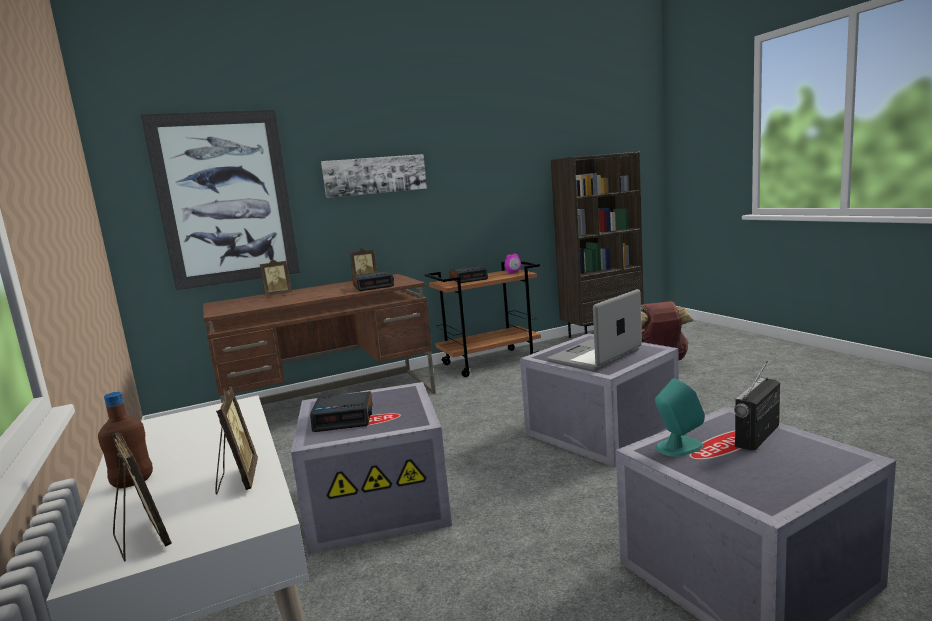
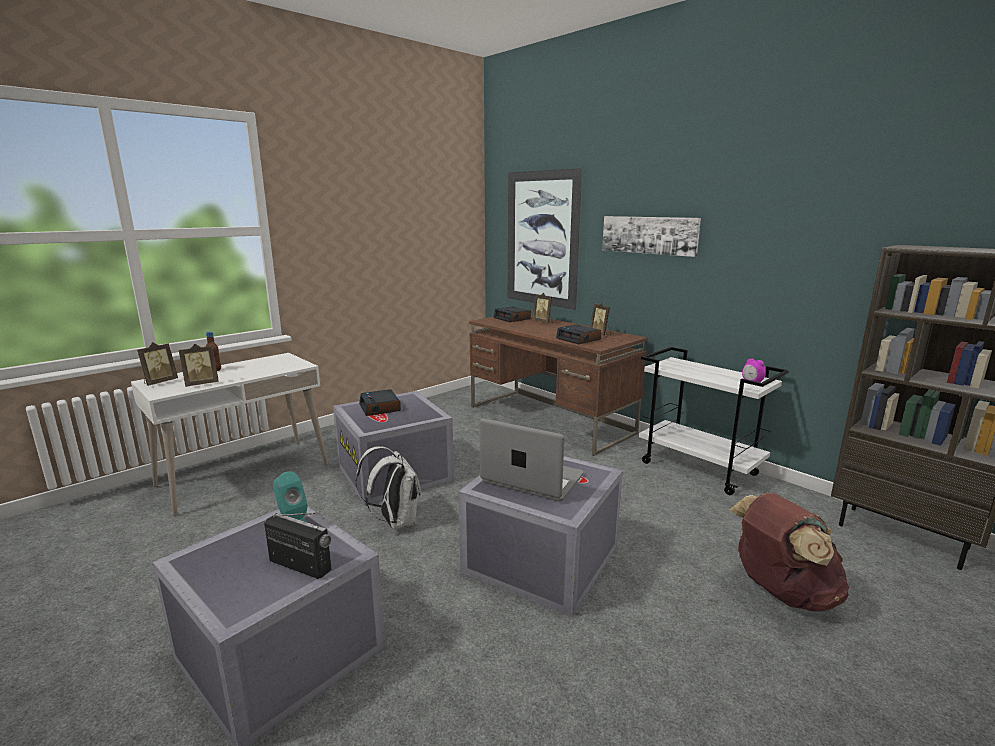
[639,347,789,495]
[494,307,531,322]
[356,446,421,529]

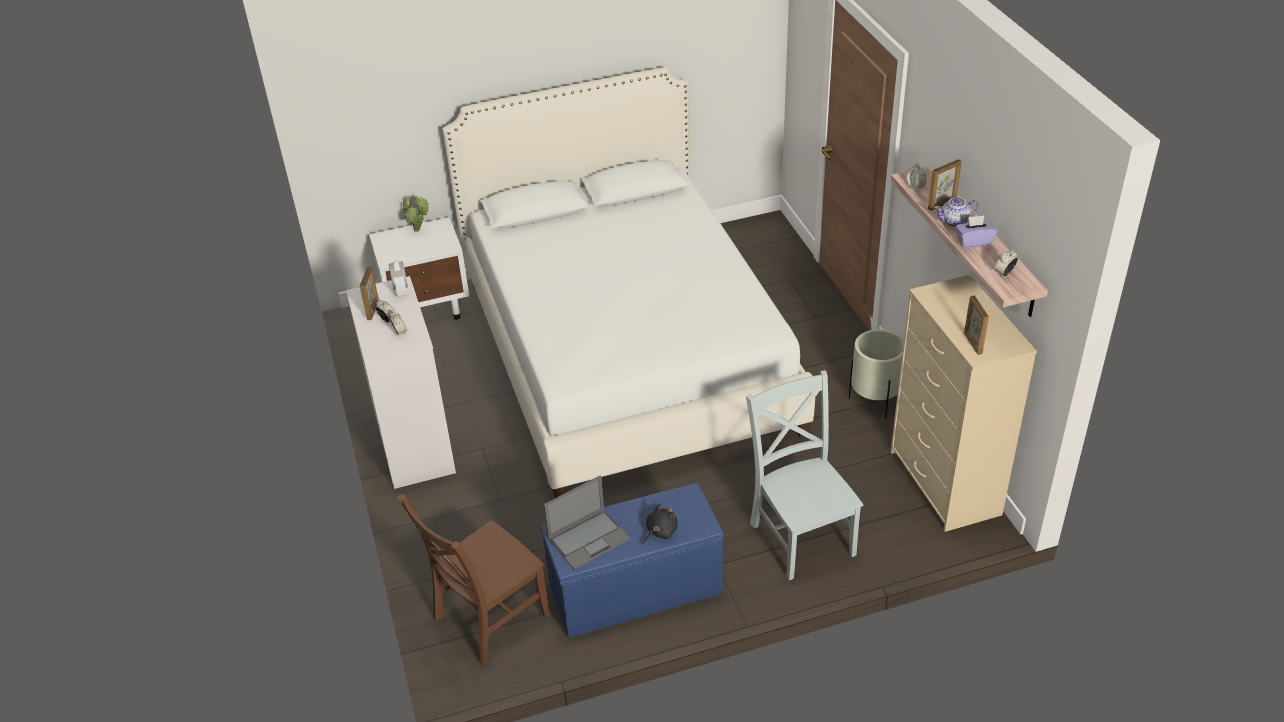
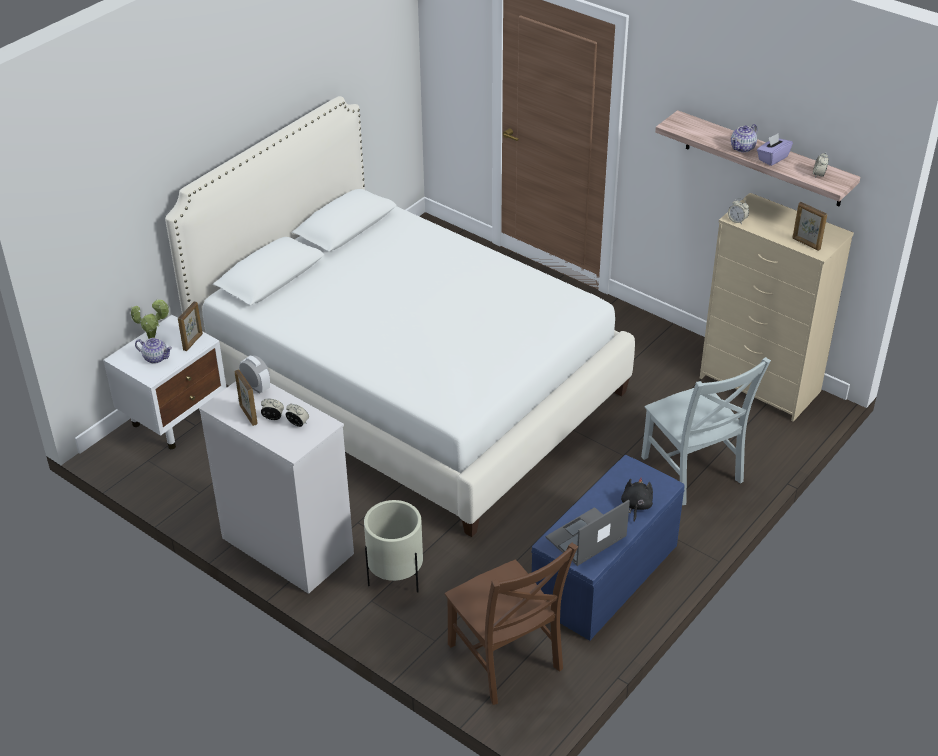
[445,543,578,705]
[546,500,630,566]
[641,357,771,505]
[364,500,423,593]
[728,198,749,224]
[178,301,203,351]
[135,338,172,364]

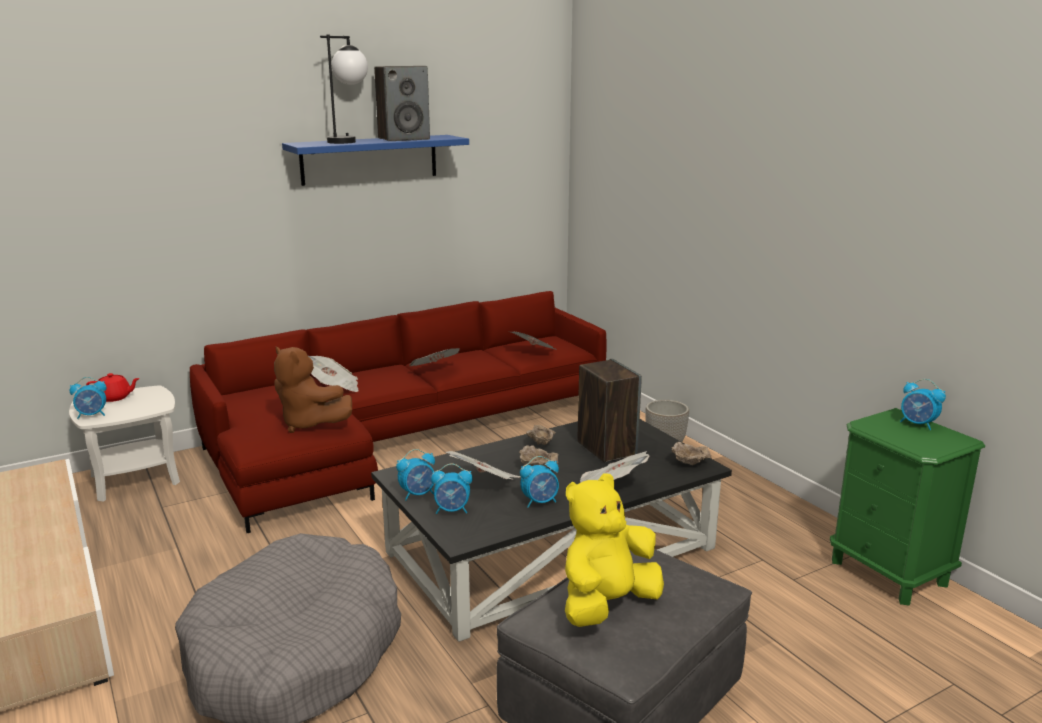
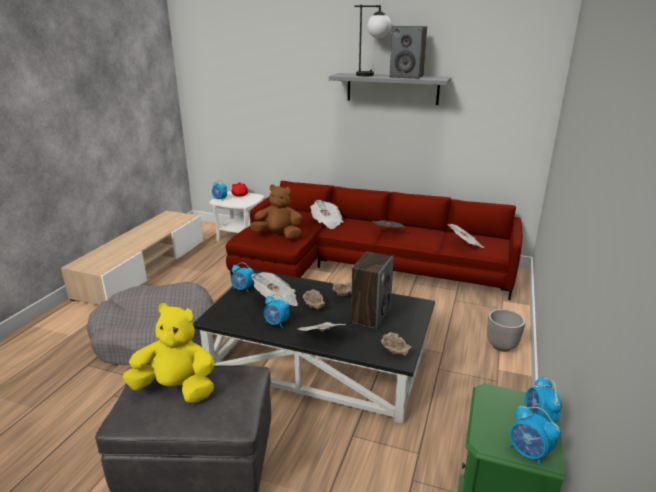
[250,184,302,239]
[329,73,451,105]
[509,405,561,467]

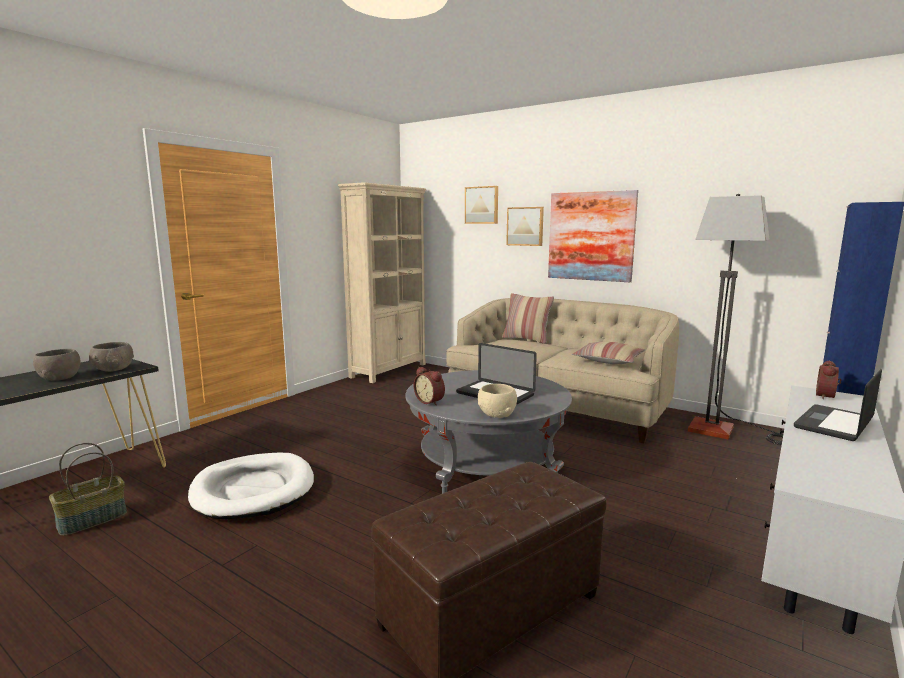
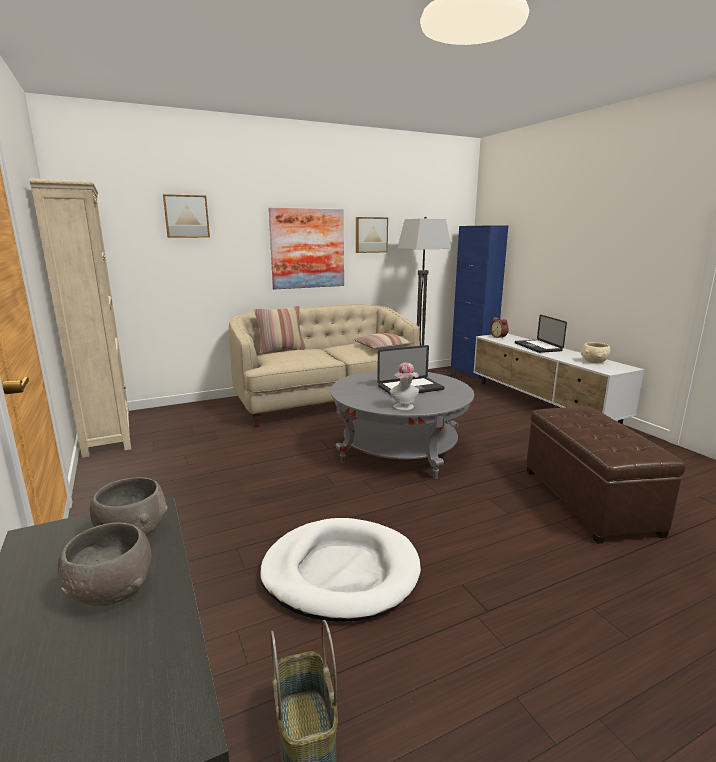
[390,363,419,411]
[581,342,611,363]
[356,217,388,253]

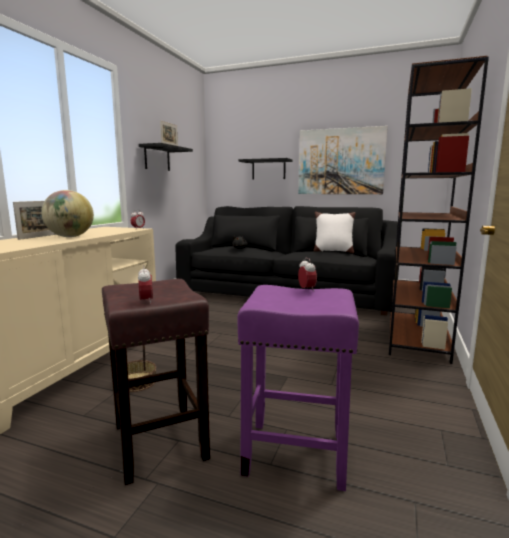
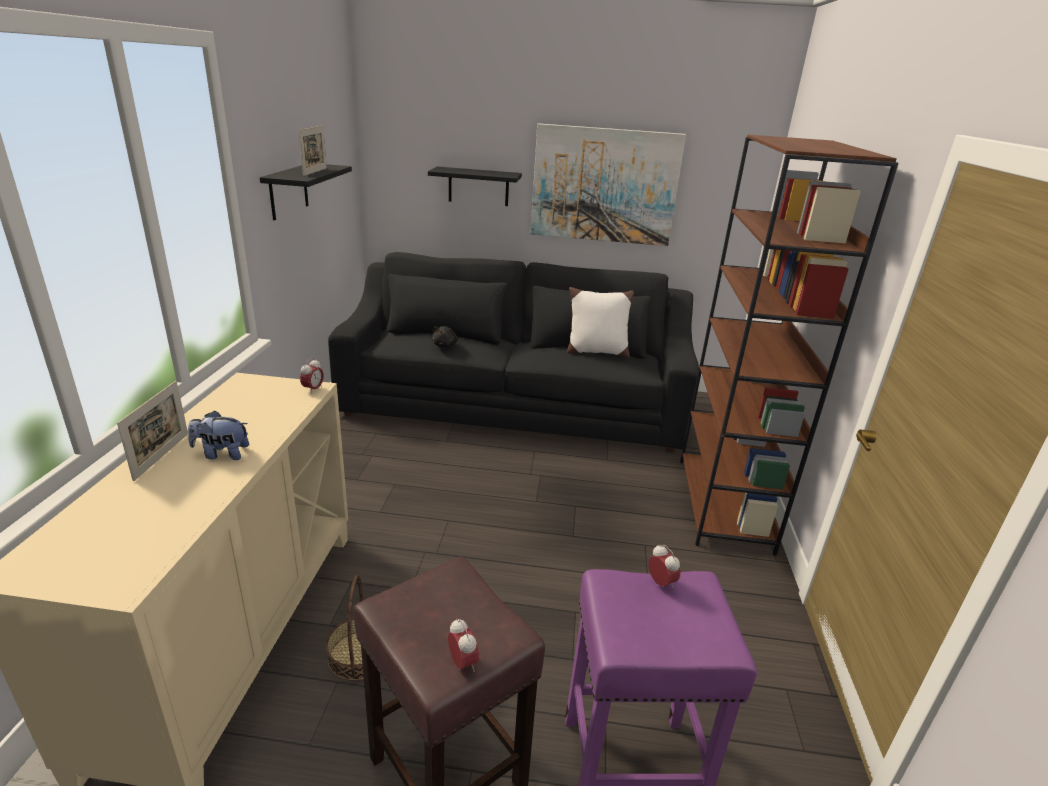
[188,411,249,460]

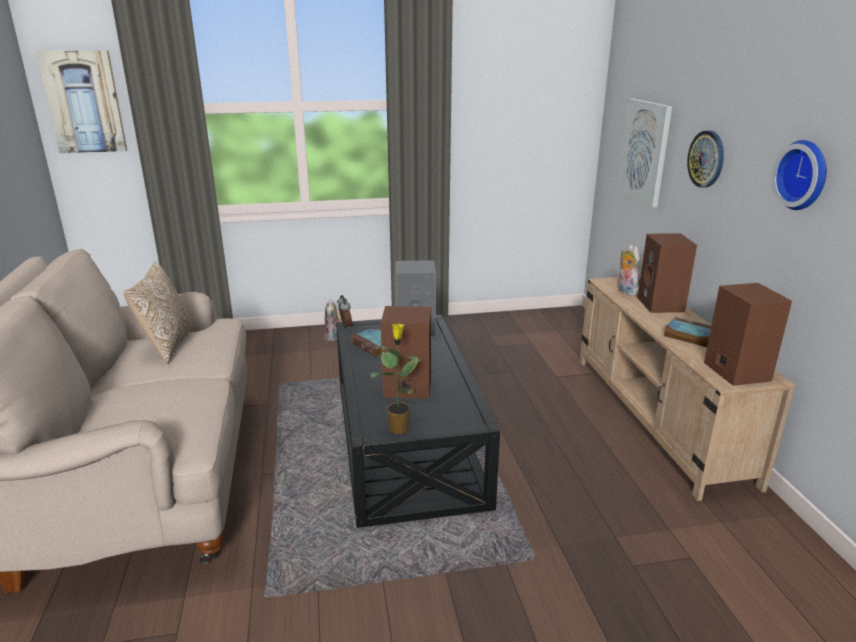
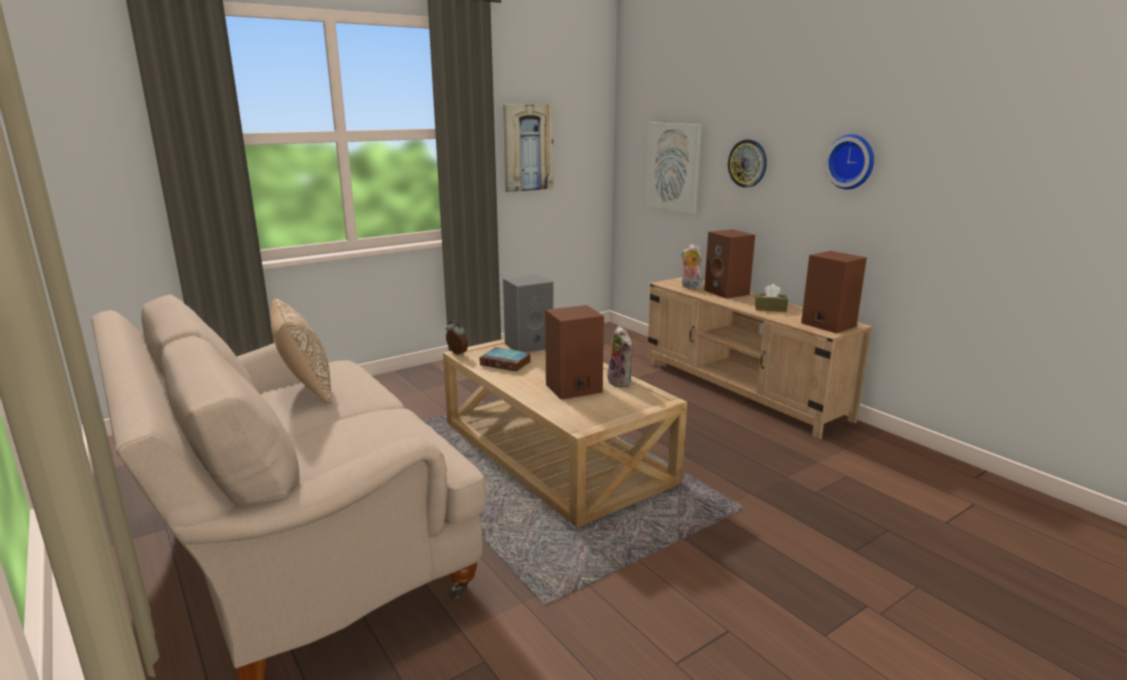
[503,104,554,192]
[607,326,634,388]
[443,339,687,528]
[371,323,422,434] (first image)
[755,284,788,312]

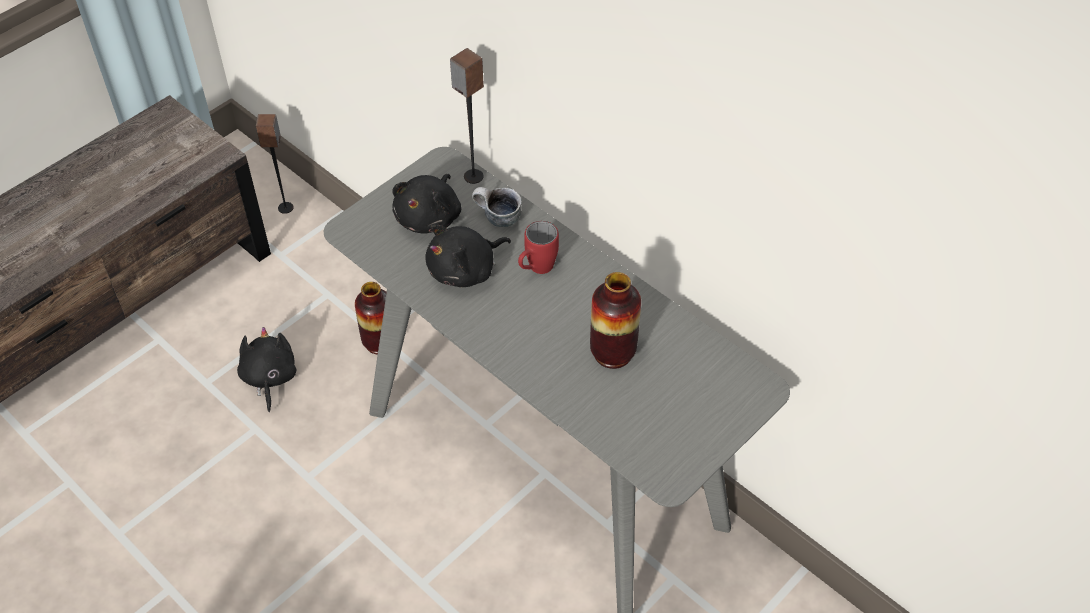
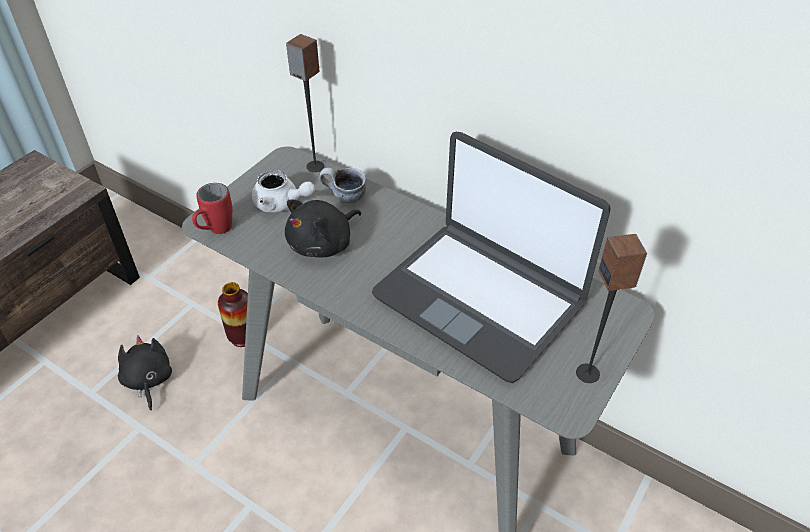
[576,234,647,383]
[252,170,315,212]
[192,183,232,234]
[372,132,611,383]

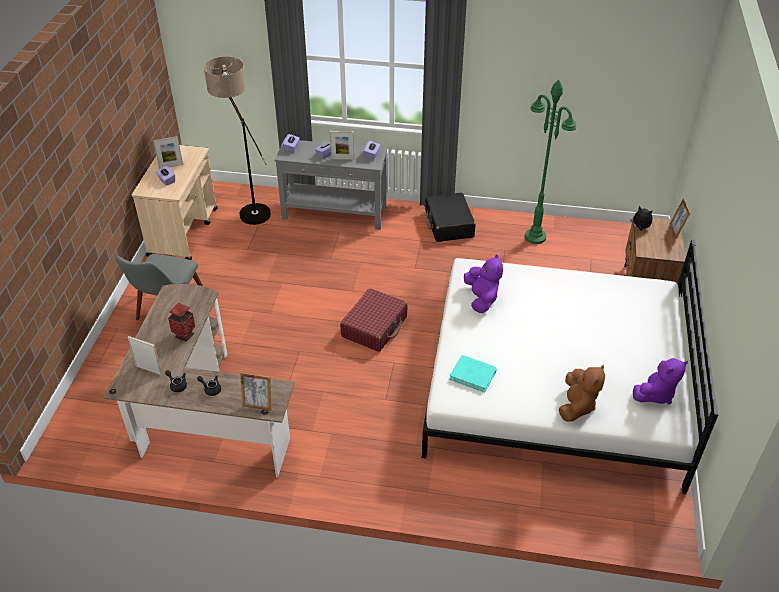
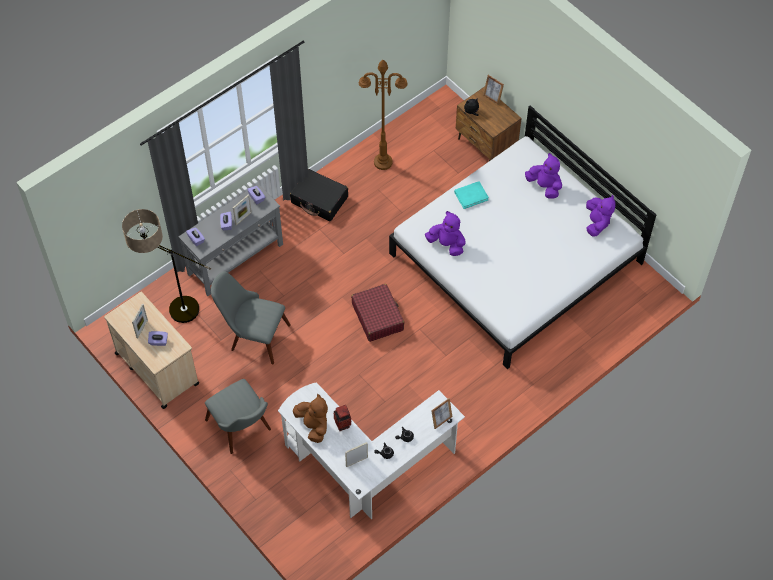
[278,382,465,520]
[454,181,489,209]
[359,60,407,170]
[293,394,328,443]
[211,271,291,364]
[525,153,562,199]

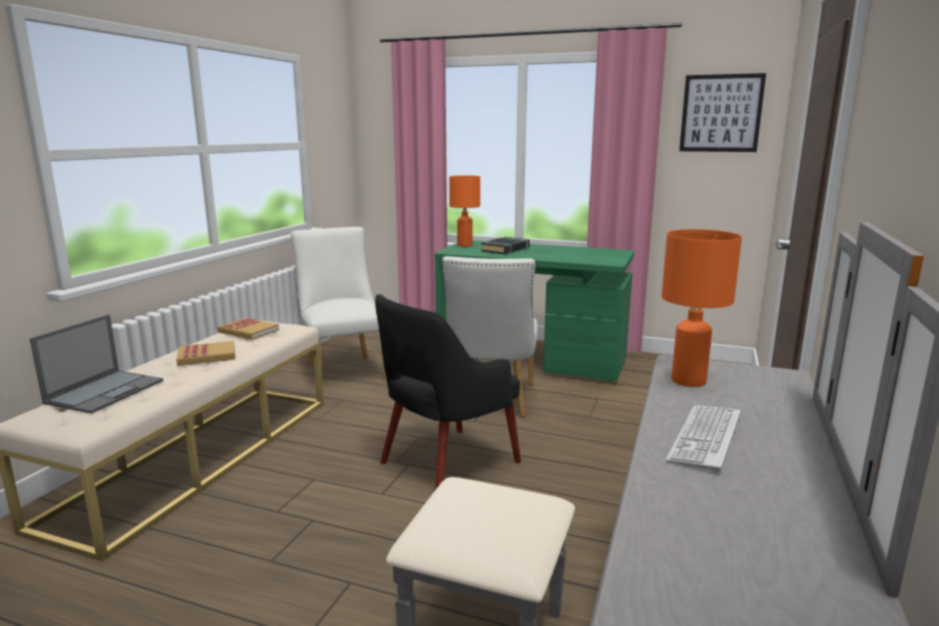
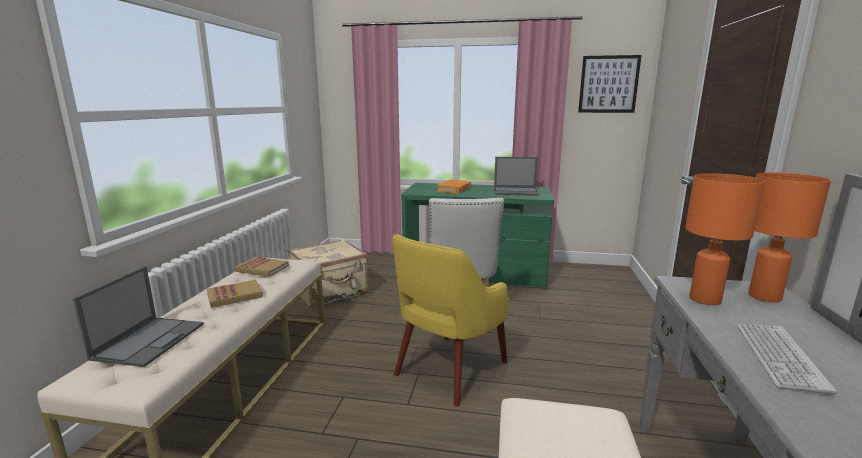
[287,239,368,308]
[392,234,509,406]
[749,172,831,302]
[437,179,471,194]
[494,157,539,196]

